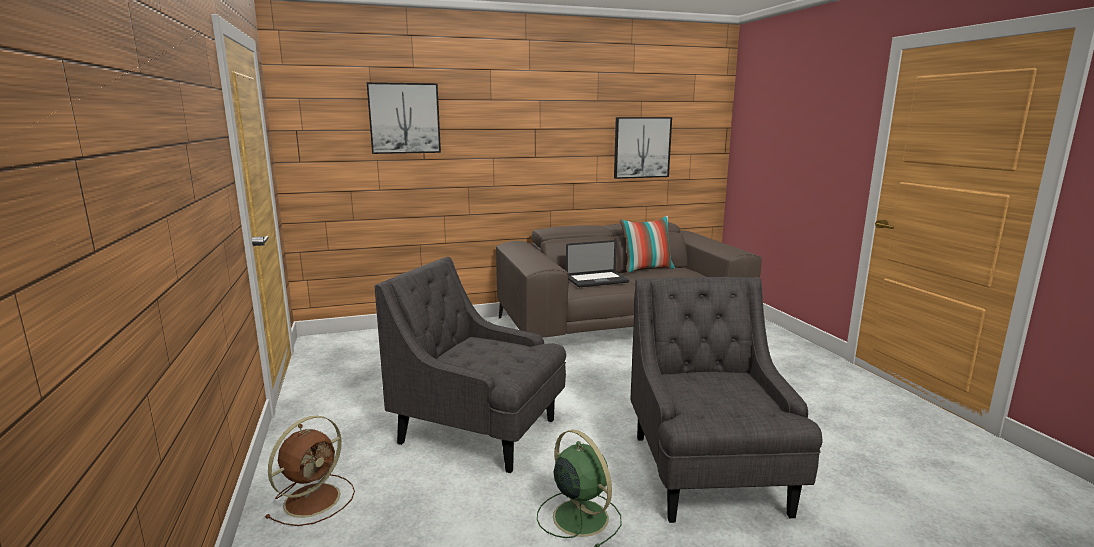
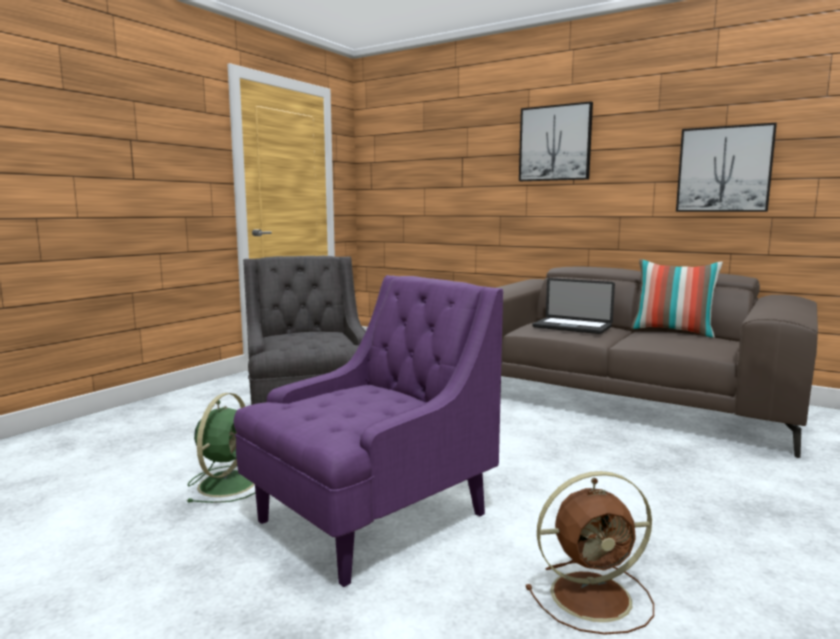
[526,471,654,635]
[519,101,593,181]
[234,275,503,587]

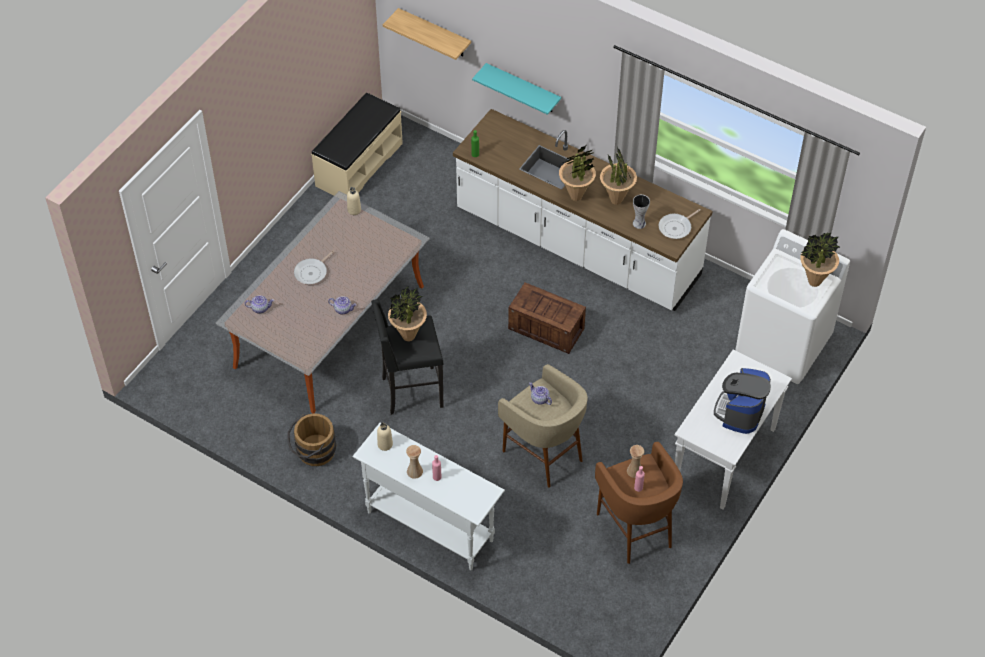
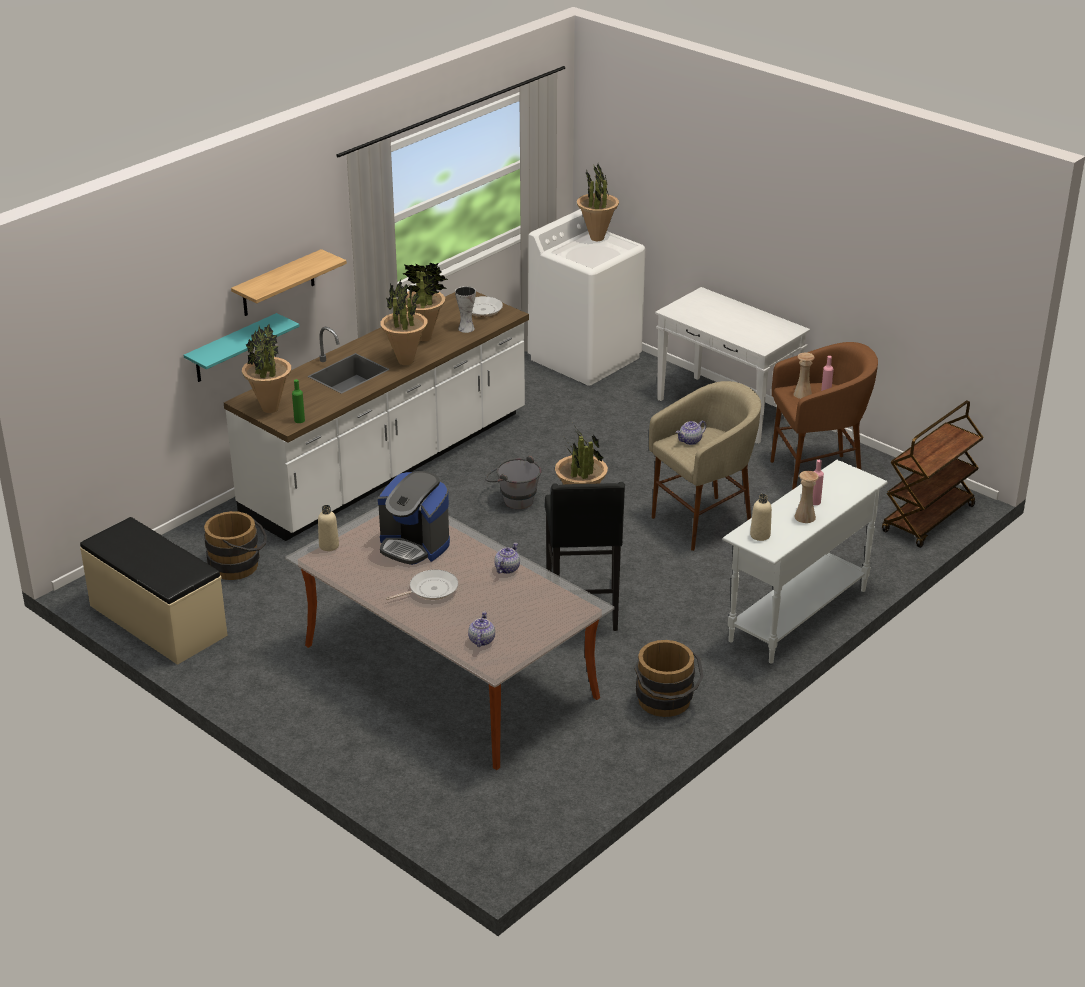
[386,570,458,600]
[231,249,347,316]
[485,455,542,509]
[378,471,450,565]
[204,511,267,580]
[242,324,291,413]
[882,400,984,548]

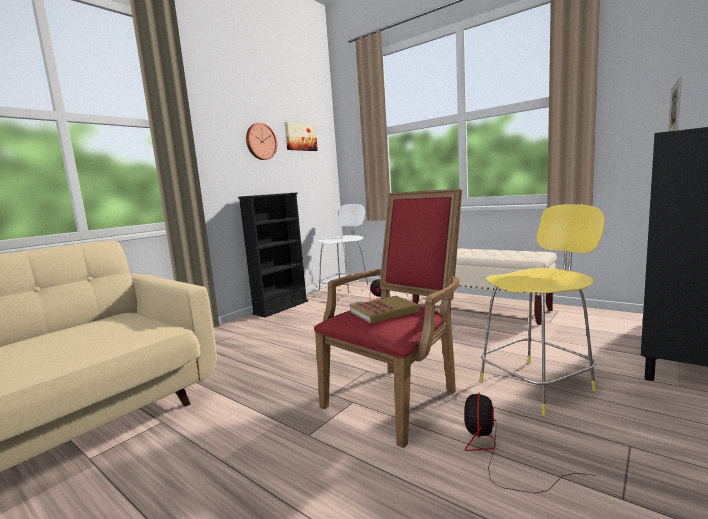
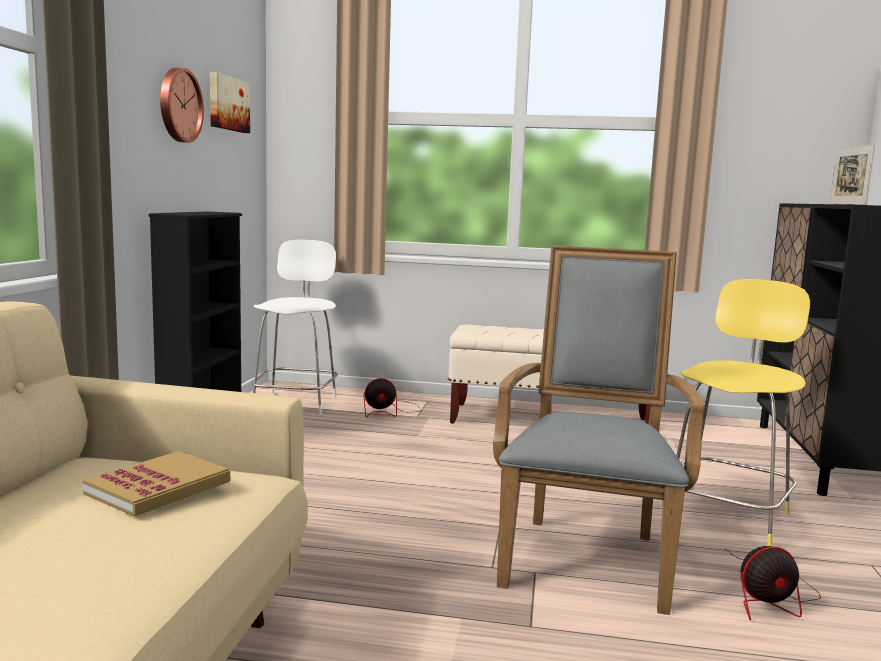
[493,245,704,615]
[83,451,230,517]
[726,546,821,621]

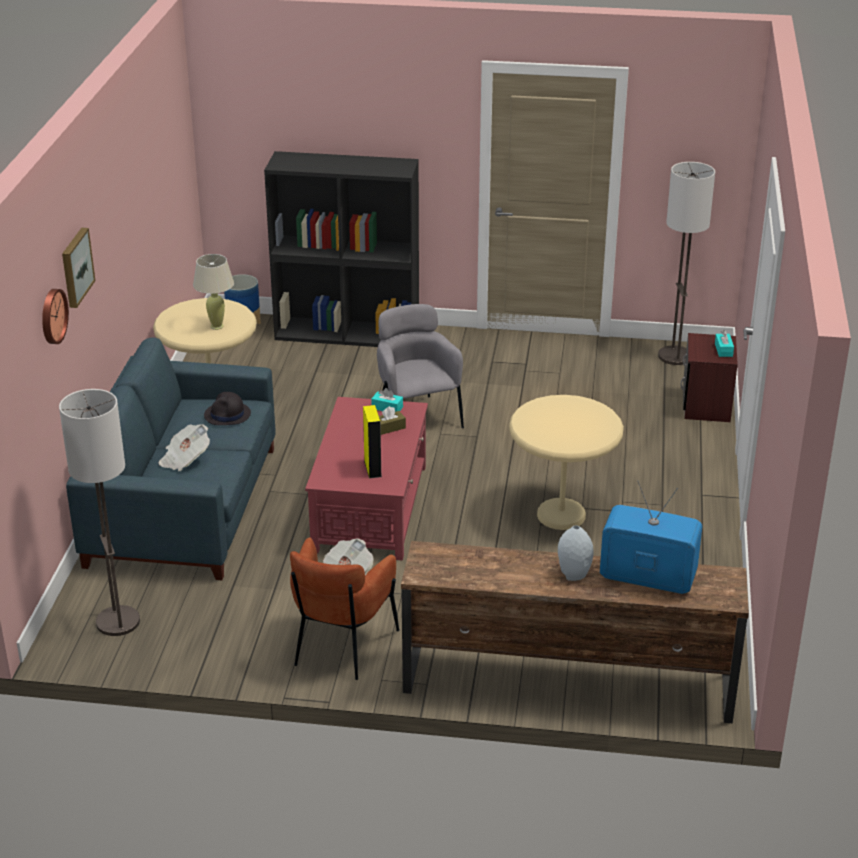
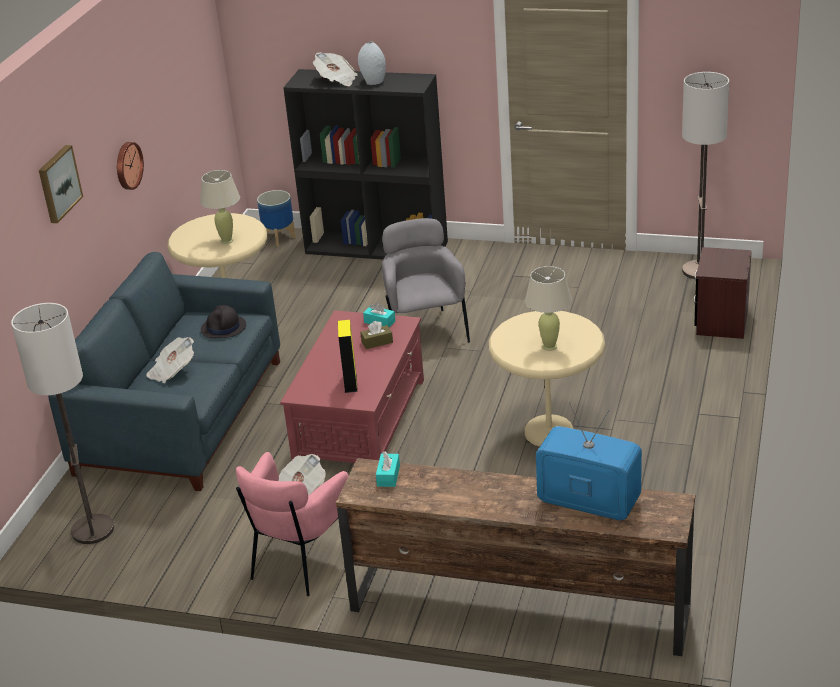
[117,142,144,190]
[236,452,349,596]
[358,42,386,85]
[376,451,400,487]
[313,52,358,86]
[525,266,572,351]

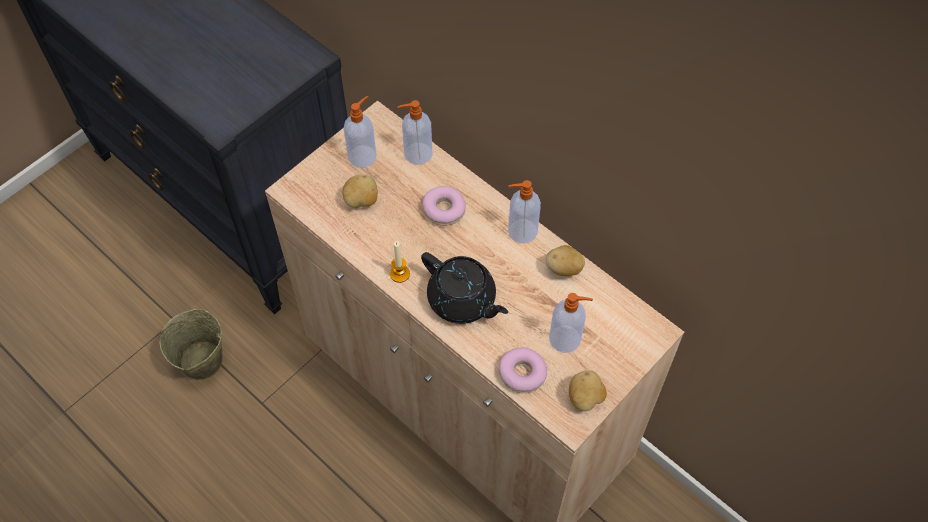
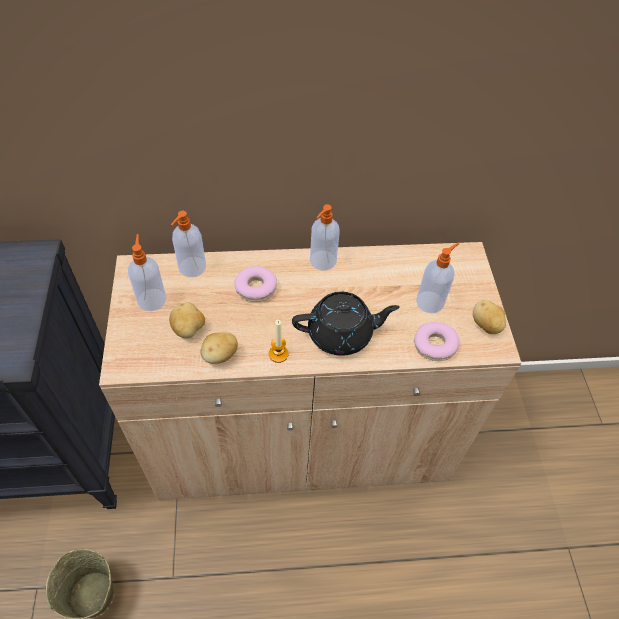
[200,332,238,364]

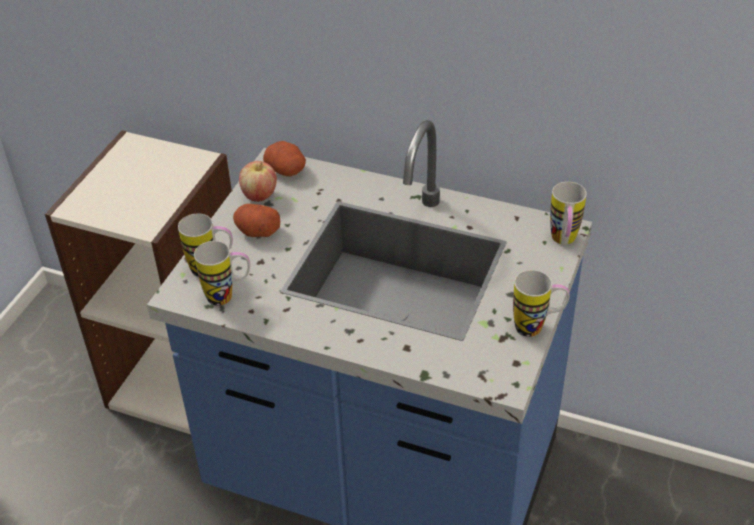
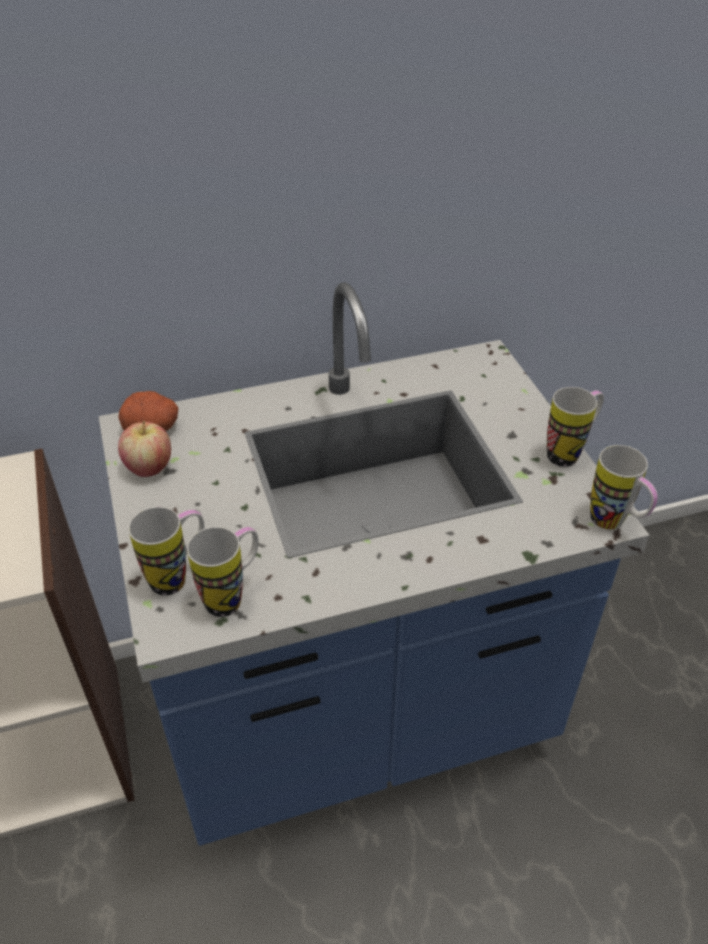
[233,204,280,237] (first image)
[590,445,658,529]

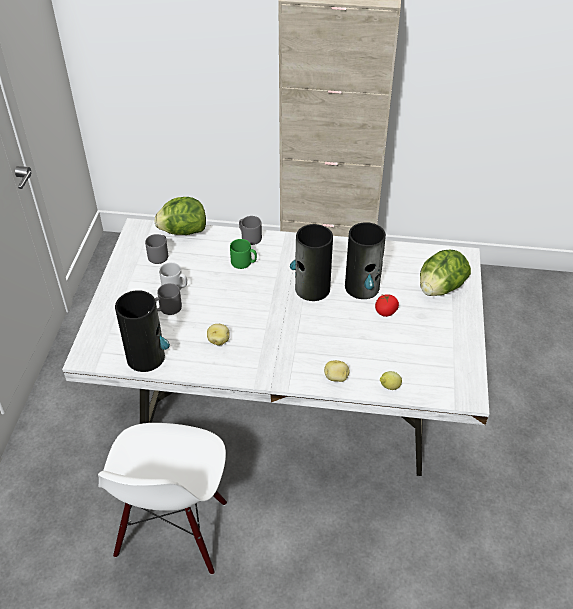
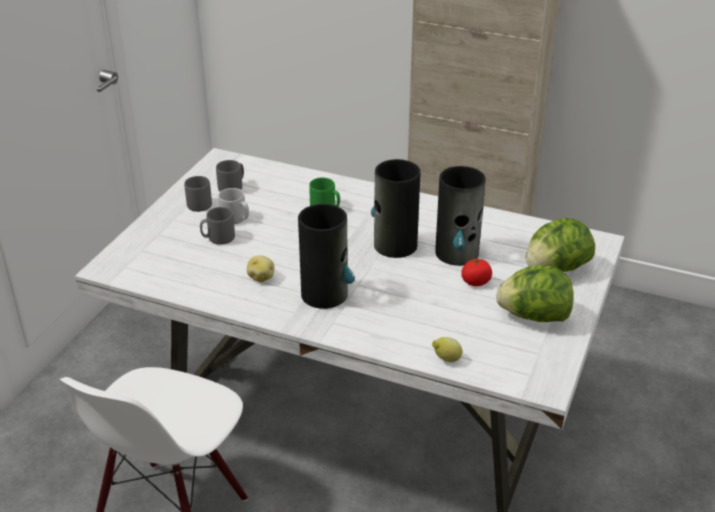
[298,204,355,309]
[496,265,574,322]
[184,176,212,212]
[324,360,350,382] (first image)

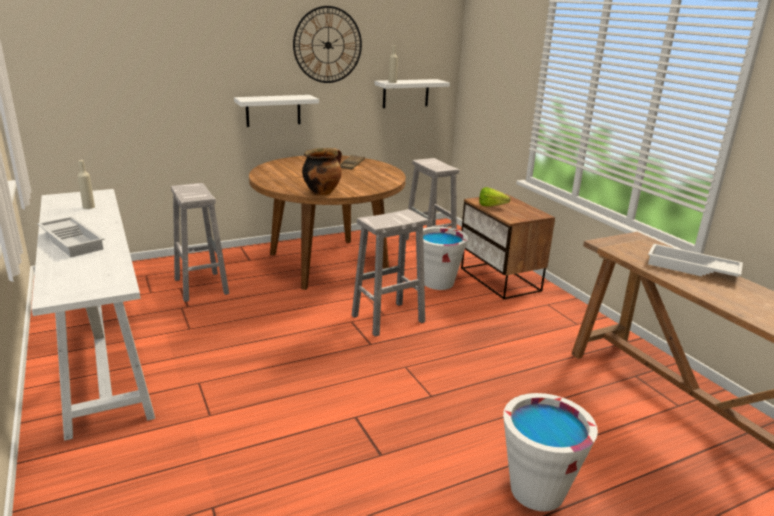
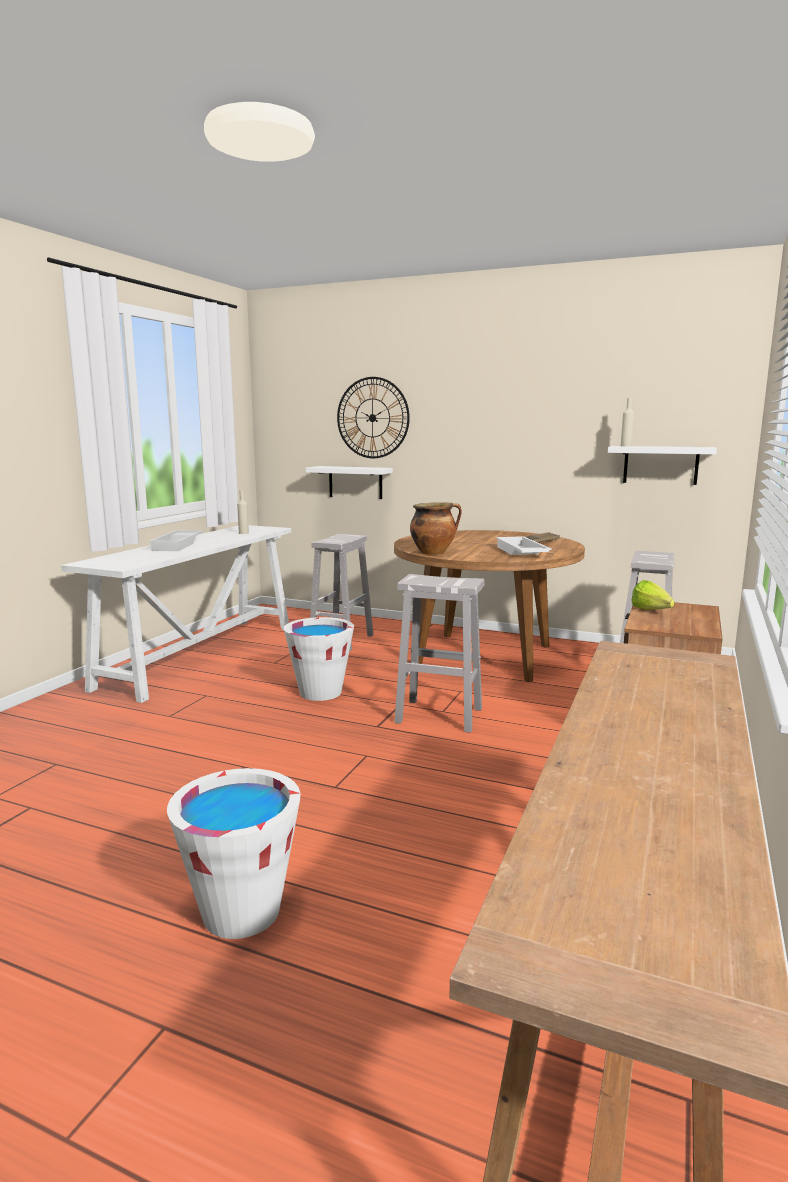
[306,466,393,499]
[337,377,410,458]
[284,617,354,701]
[496,536,552,555]

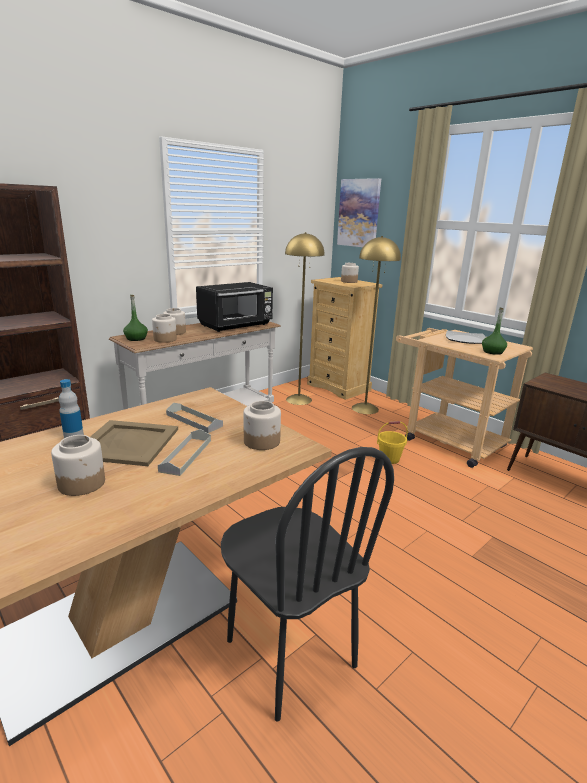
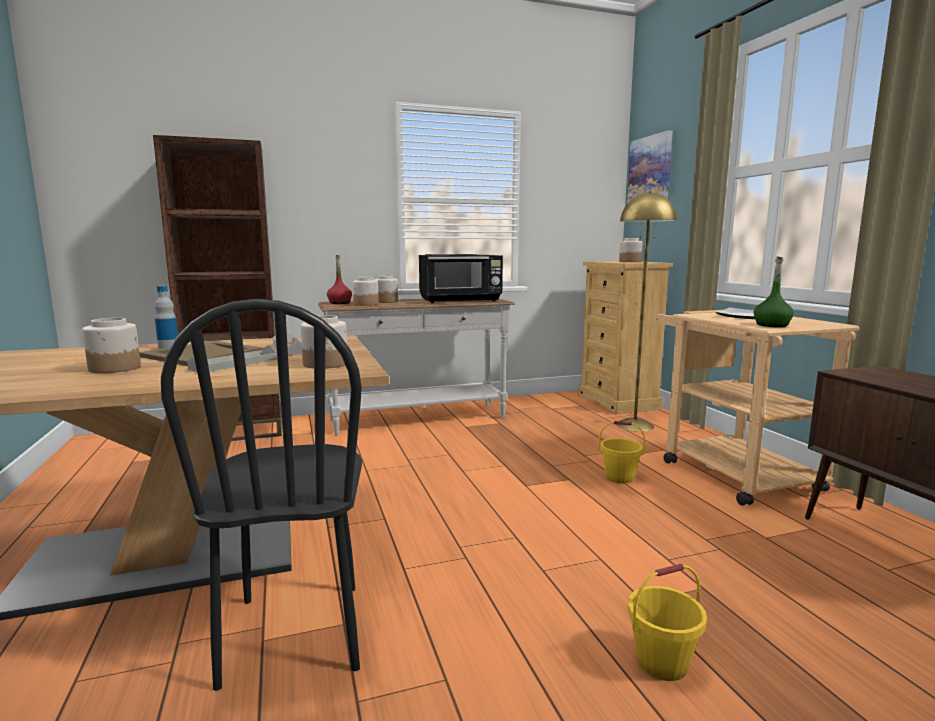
[327,255,352,304]
[285,232,325,405] (first image)
[628,564,707,681]

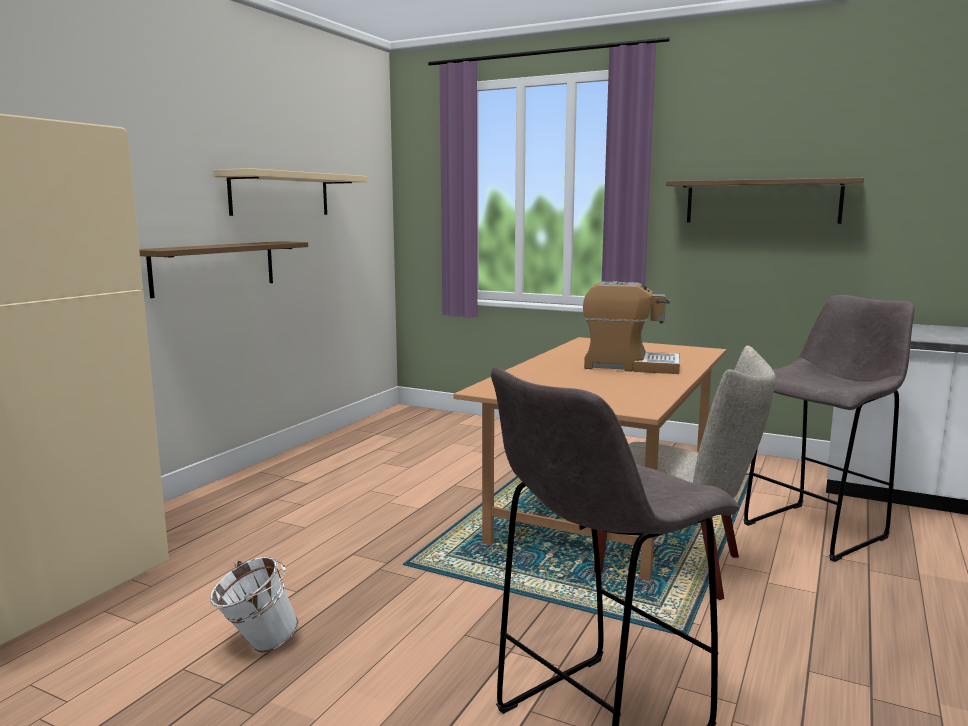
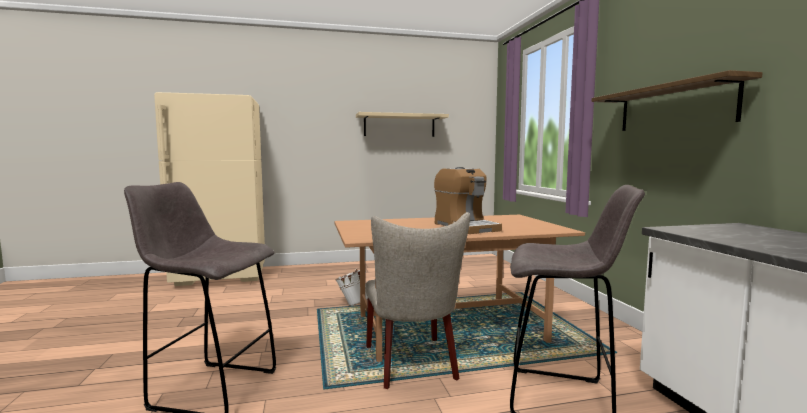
[139,241,308,298] (first image)
[335,269,368,306]

